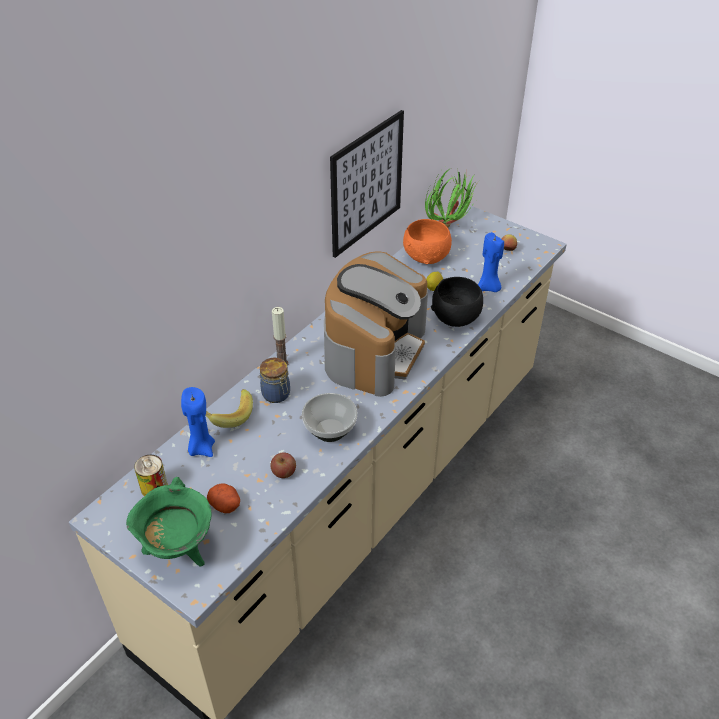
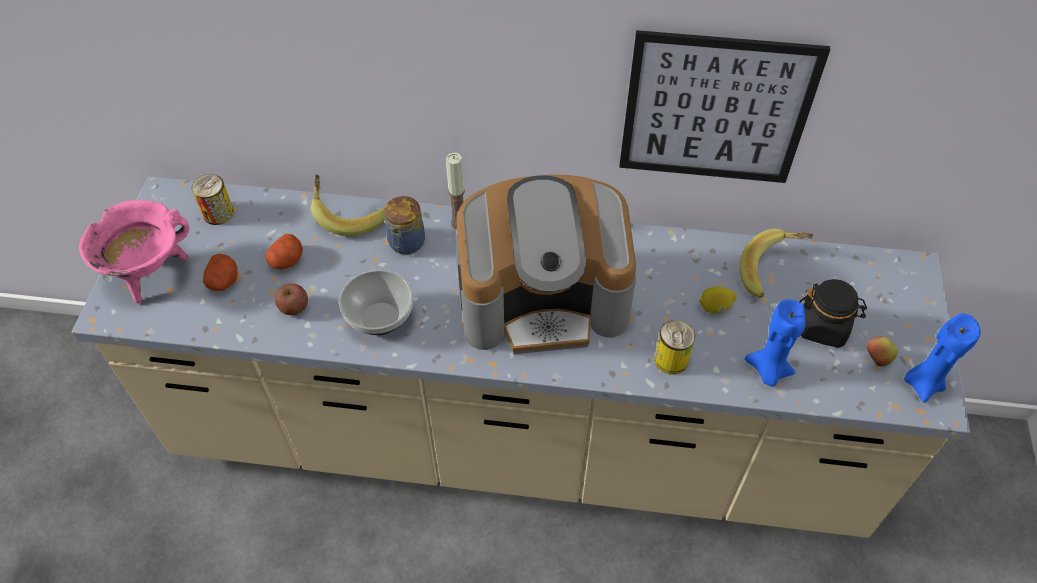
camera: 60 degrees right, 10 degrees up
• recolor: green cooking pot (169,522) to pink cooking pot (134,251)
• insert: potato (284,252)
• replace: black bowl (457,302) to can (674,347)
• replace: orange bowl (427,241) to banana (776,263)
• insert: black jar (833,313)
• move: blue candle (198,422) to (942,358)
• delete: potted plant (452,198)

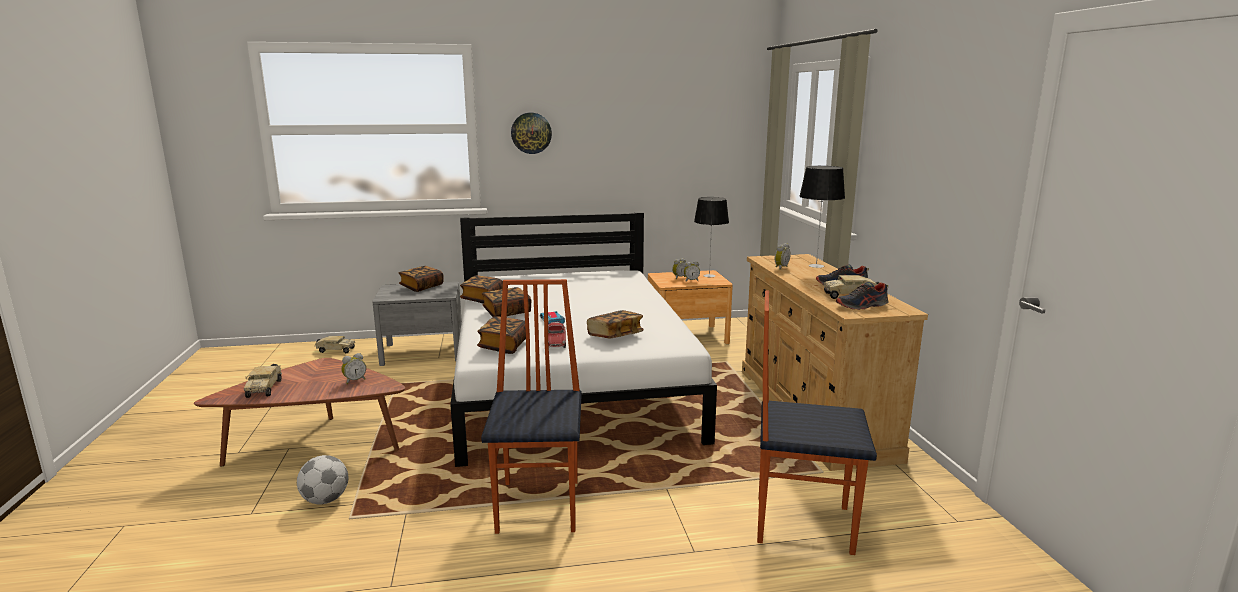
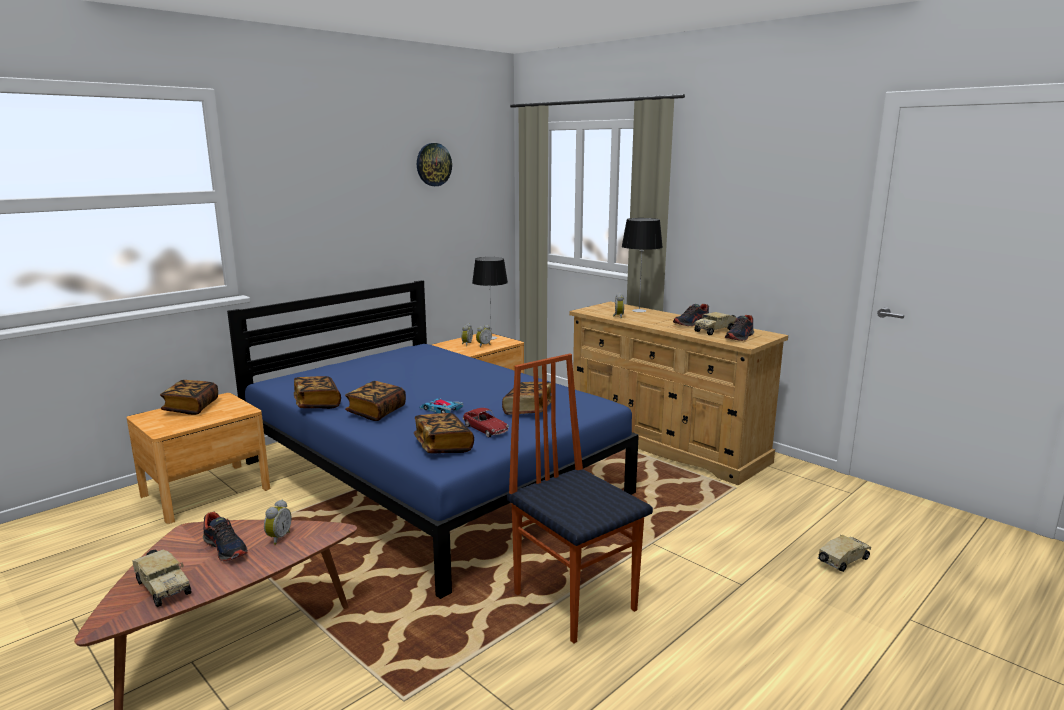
camera: 35 degrees left, 0 degrees up
• recolor: grey nightstand (417,324) to brown nightstand (198,458)
• insert: shoe (225,537)
• recolor: white bed (583,339) to blue bed (433,439)
• move: wall clock (531,133) to (434,164)
• move: toy truck (335,344) to (844,553)
• delete: football (322,479)
• delete: chair (817,423)

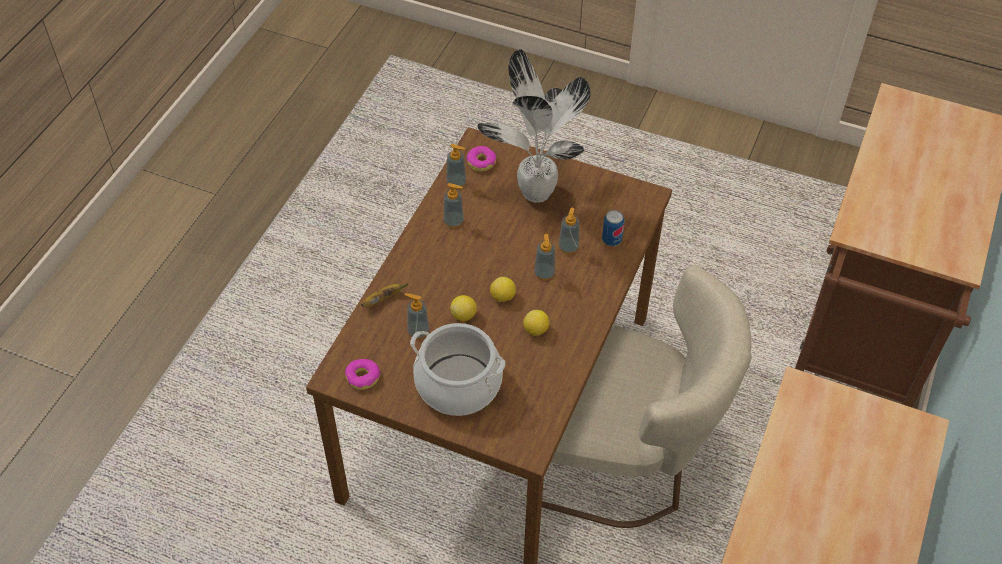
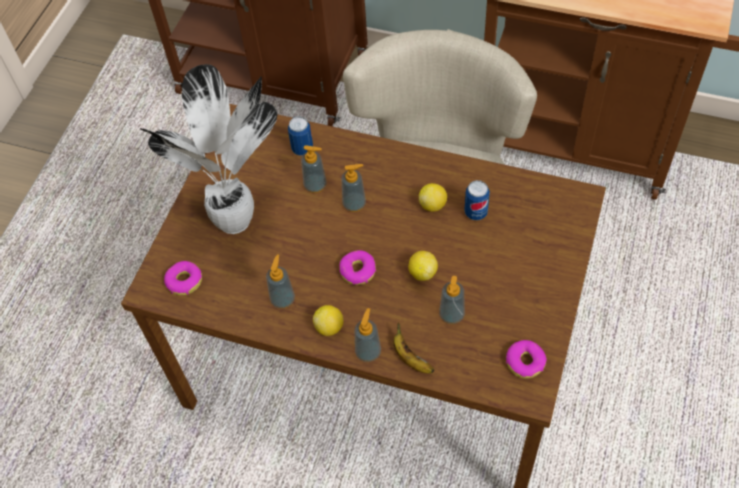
camera: 90 degrees left, 5 degrees up
• move: lemon (503,289) to (328,320)
• insert: donut (358,267)
• move: soap dispenser (456,165) to (368,335)
• insert: can (477,200)
• delete: cooking pot (457,369)

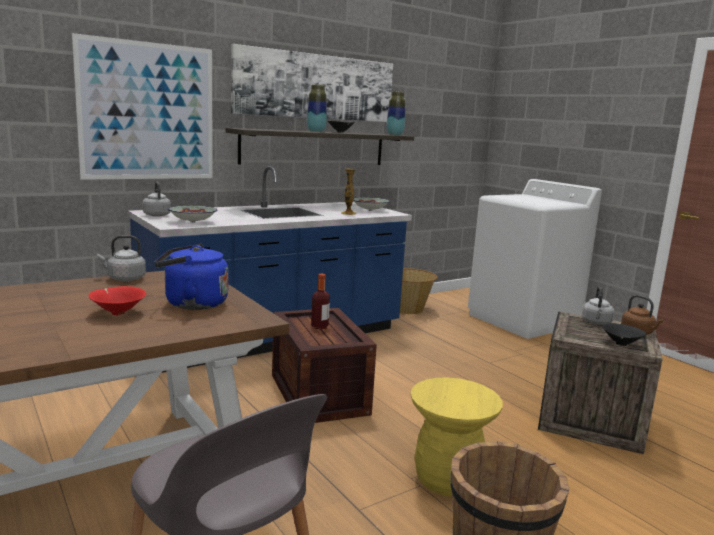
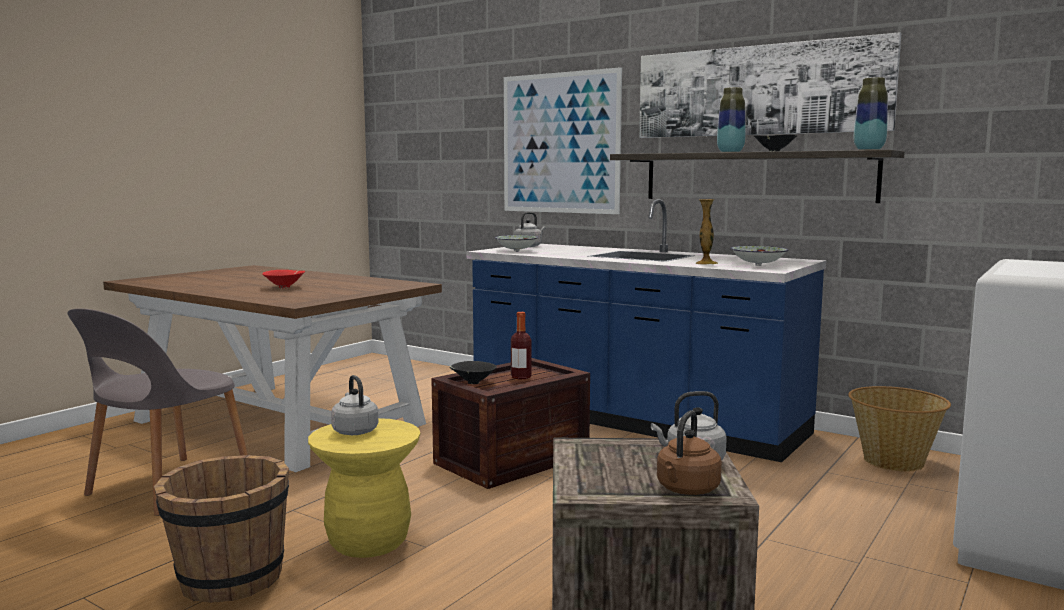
camera: 70 degrees right, 5 degrees down
• move: grey kettle (121,258) to (355,405)
• move: black bowl (624,334) to (473,372)
• delete: blue kettle (191,277)

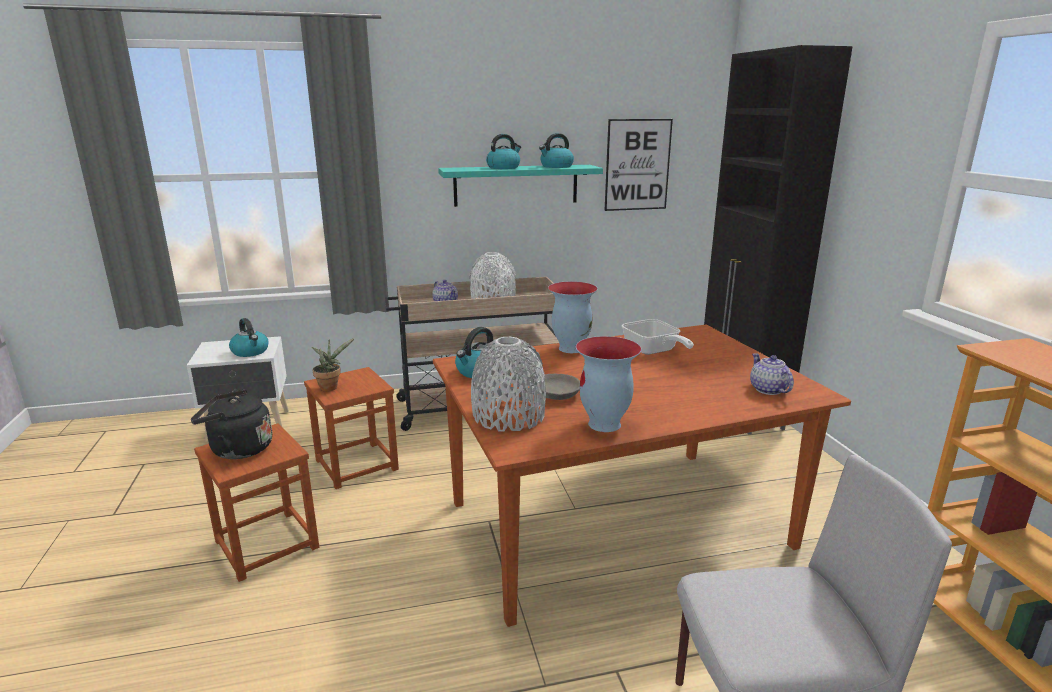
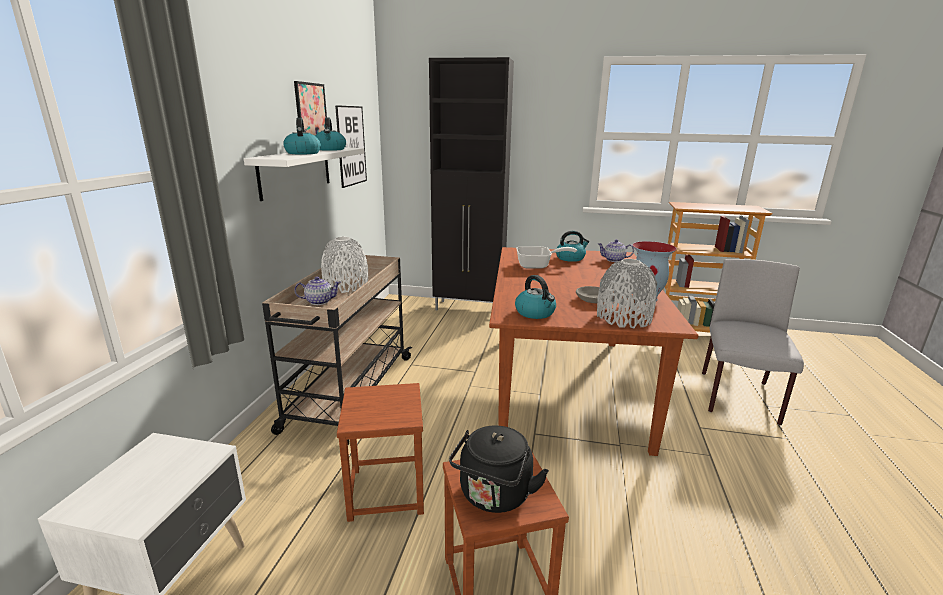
camera: 65 degrees left, 0 degrees up
• recolor: turquoise shelf (520,186) to white shelf (304,174)
• insert: picture (310,108)
• move: kettle (249,337) to (573,246)
• delete: potted plant (333,365)
• delete: vase (573,317)

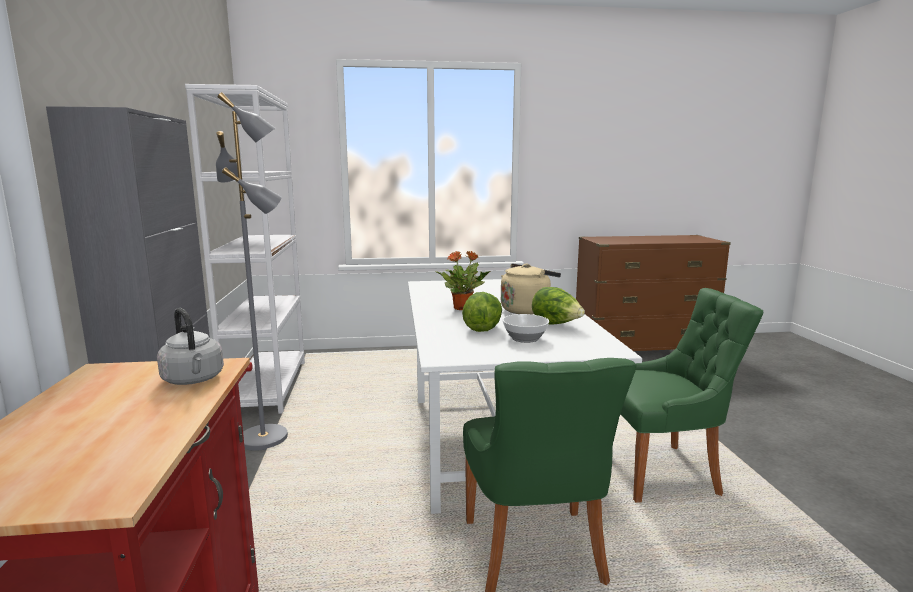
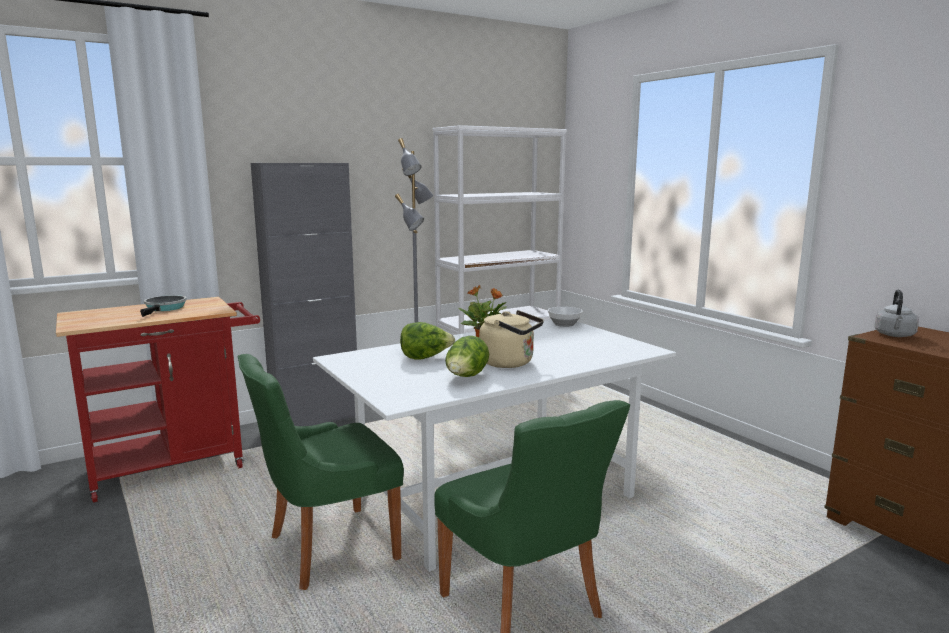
camera: 65 degrees right, 0 degrees up
• insert: frying pan (163,306)
• move: bowl (525,328) to (565,317)
• move: grey kettle (190,346) to (896,313)

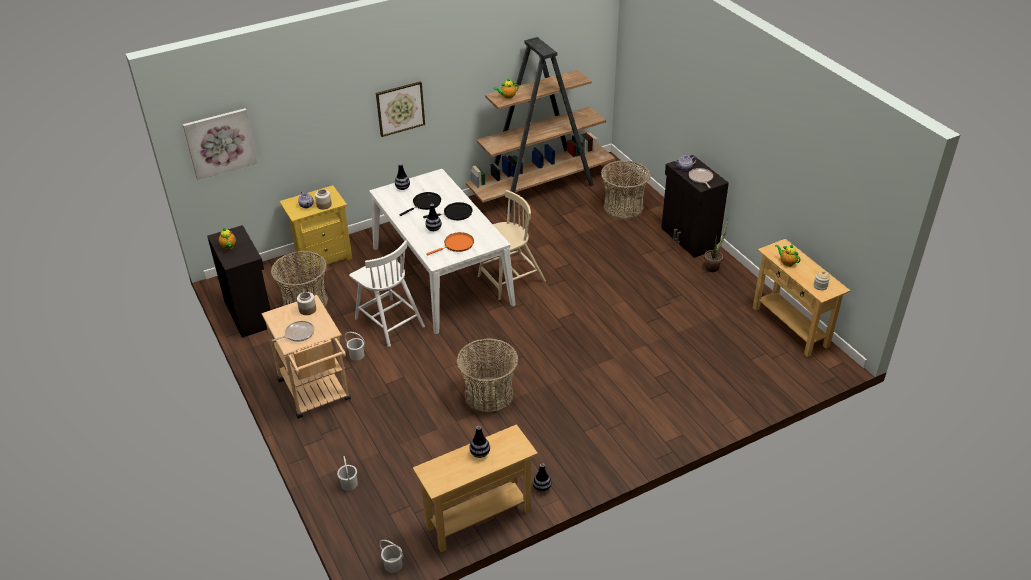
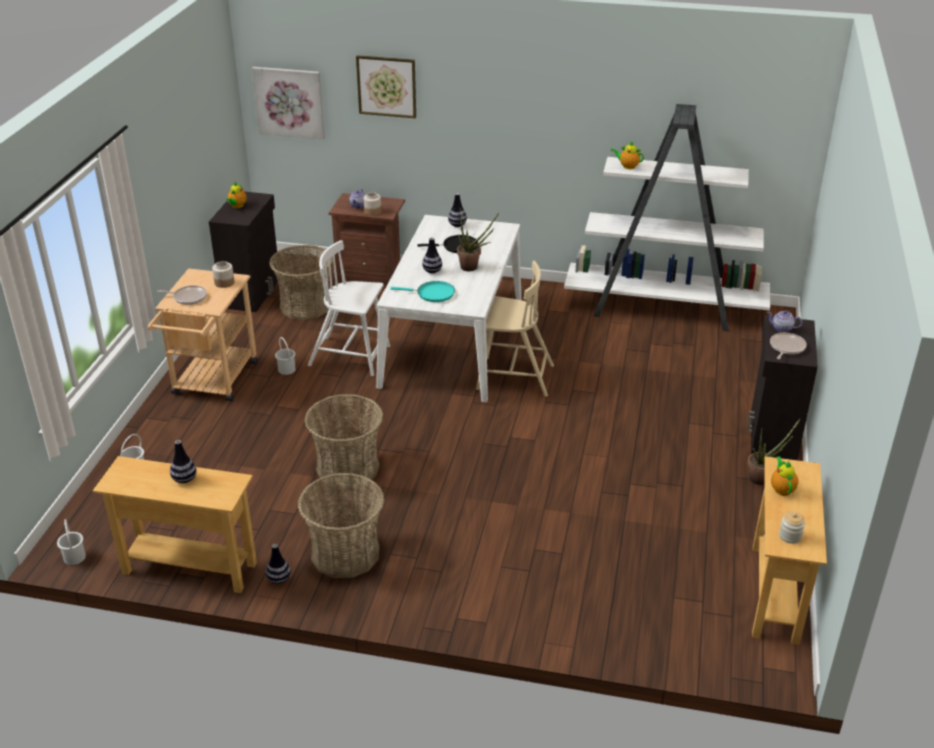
camera: 40 degrees right, 5 degrees down
• move: basket (626,190) to (341,525)
• rotate: white chair (387,293) = (349,308) 105 degrees clockwise
• recolor: yellow nightstand (315,229) to brown nightstand (367,239)
• move: picture (400,109) to (386,86)
• recolor: orange frying pan (450,244) to turquoise frying pan (422,291)
• replace: black frying pan (448,211) to potted plant (478,241)
• recolor: brown bookcase (540,125) to white bookcase (667,217)

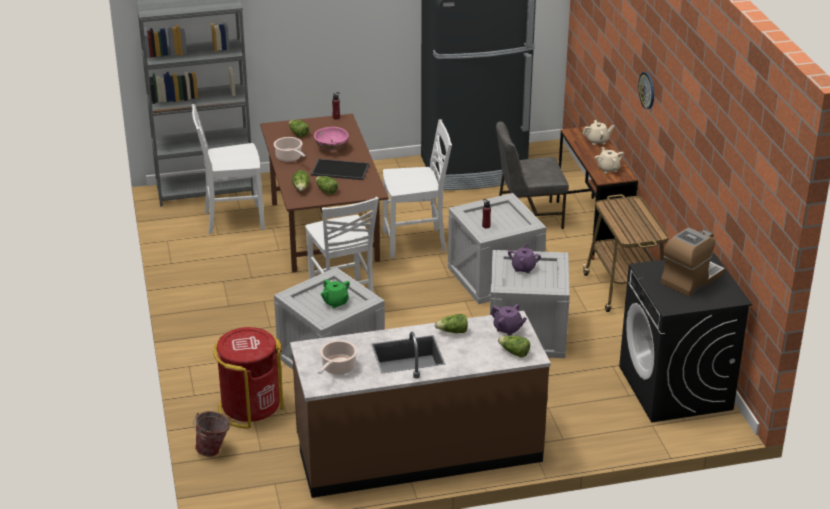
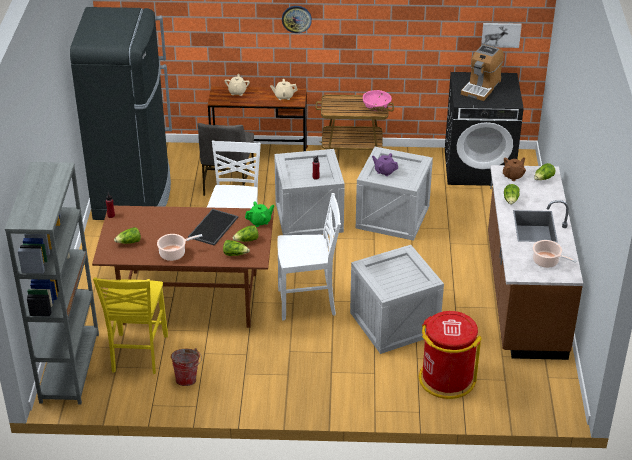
camera: 75 degrees left, 5 degrees up
• recolor: white chair (228,169) to yellow chair (130,325)
• move: bucket (211,434) to (186,367)
• move: green teapot (335,294) to (259,214)
• move: pink bowl (331,138) to (377,100)
• rotate: coffee machine (693,262) = (482,72) 120 degrees counterclockwise
• insert: picture (501,35)
• recolor: purple teapot (509,320) to brown teapot (514,169)

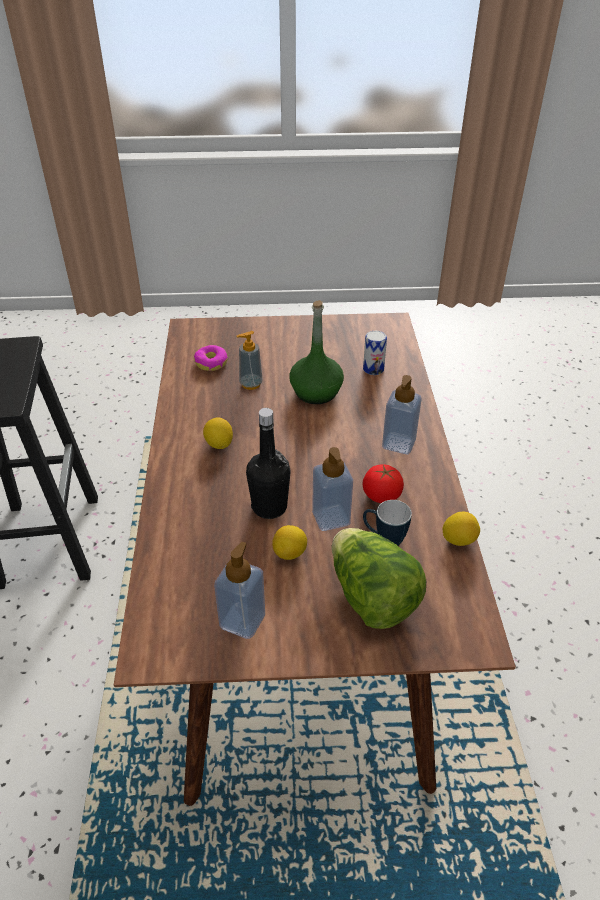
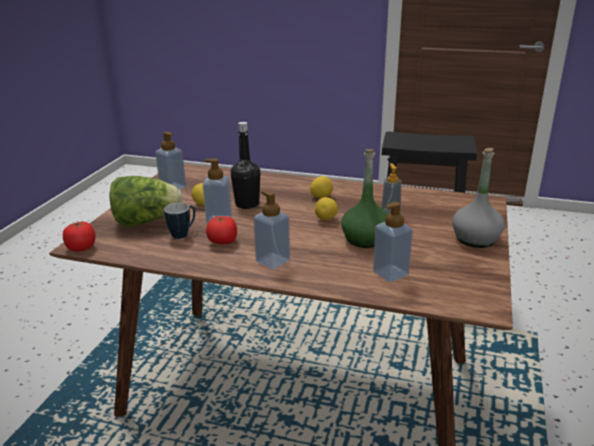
camera: 110 degrees right, 15 degrees down
• insert: tomato (79,236)
• move: lemon (461,529) to (326,208)
• replace: can (375,353) to soap dispenser (393,242)
• insert: grey bottle (478,198)
• delete: donut (211,358)

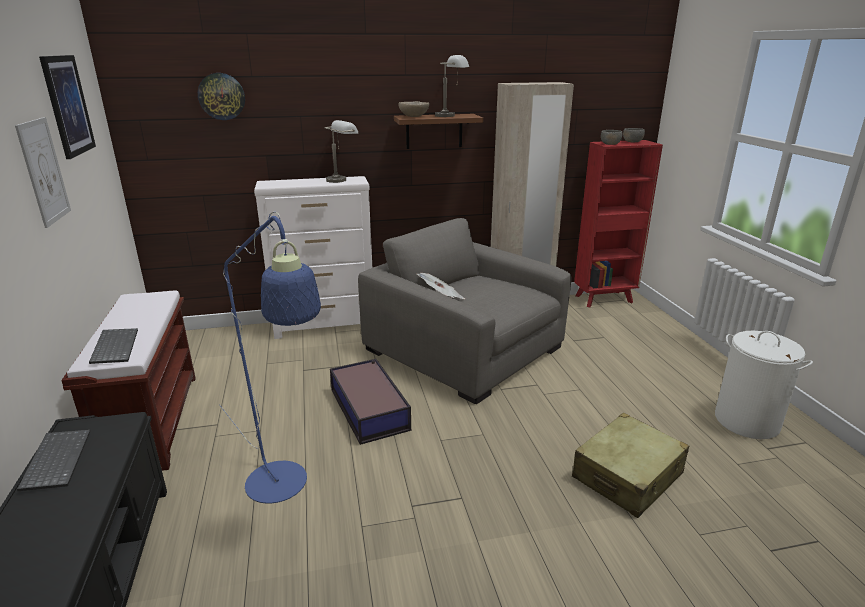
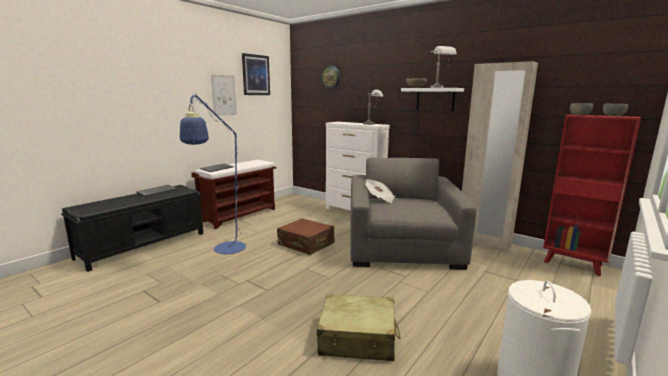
camera: 50 degrees right, 10 degrees down
• replace: storage box (370,402) to brown suitcase (306,237)
• recolor: brown shelf (438,131) to white shelf (432,99)

